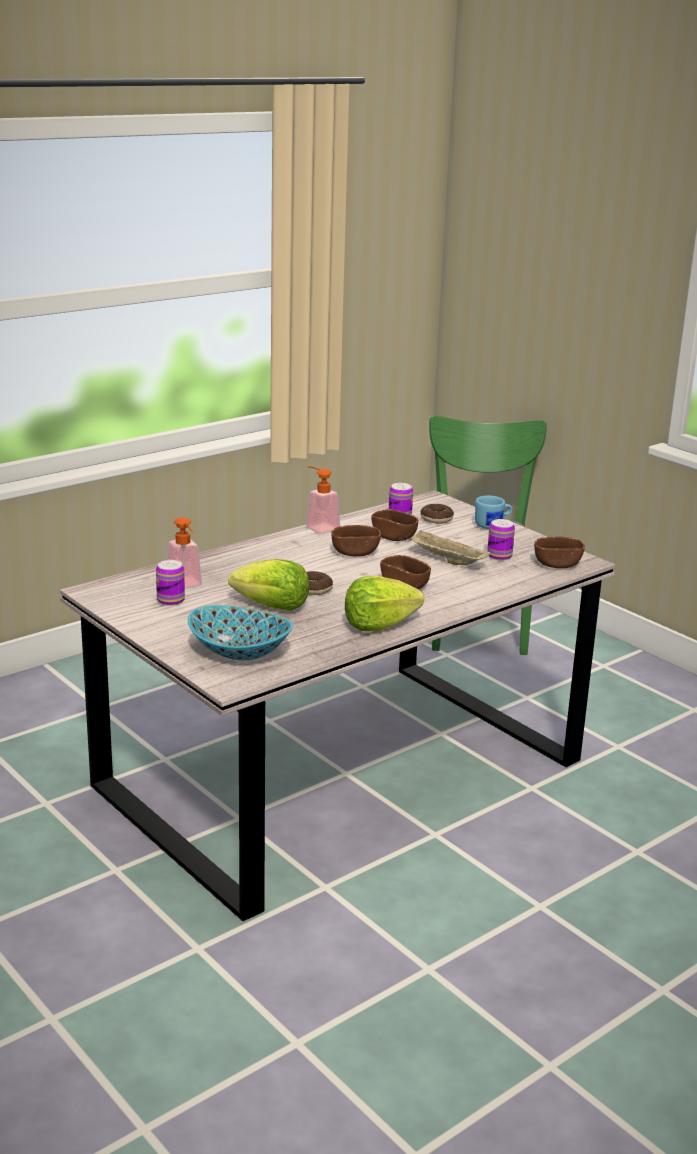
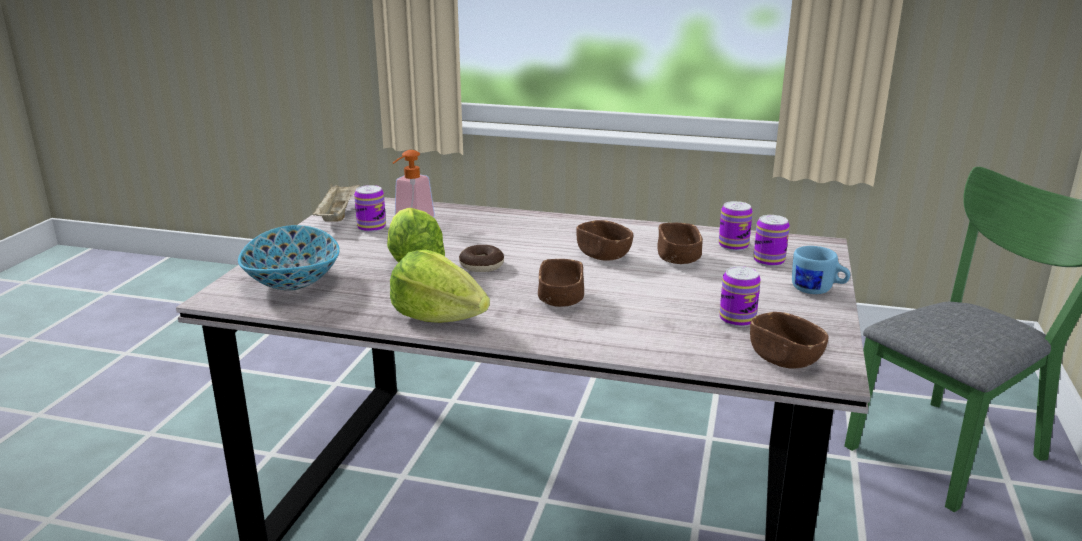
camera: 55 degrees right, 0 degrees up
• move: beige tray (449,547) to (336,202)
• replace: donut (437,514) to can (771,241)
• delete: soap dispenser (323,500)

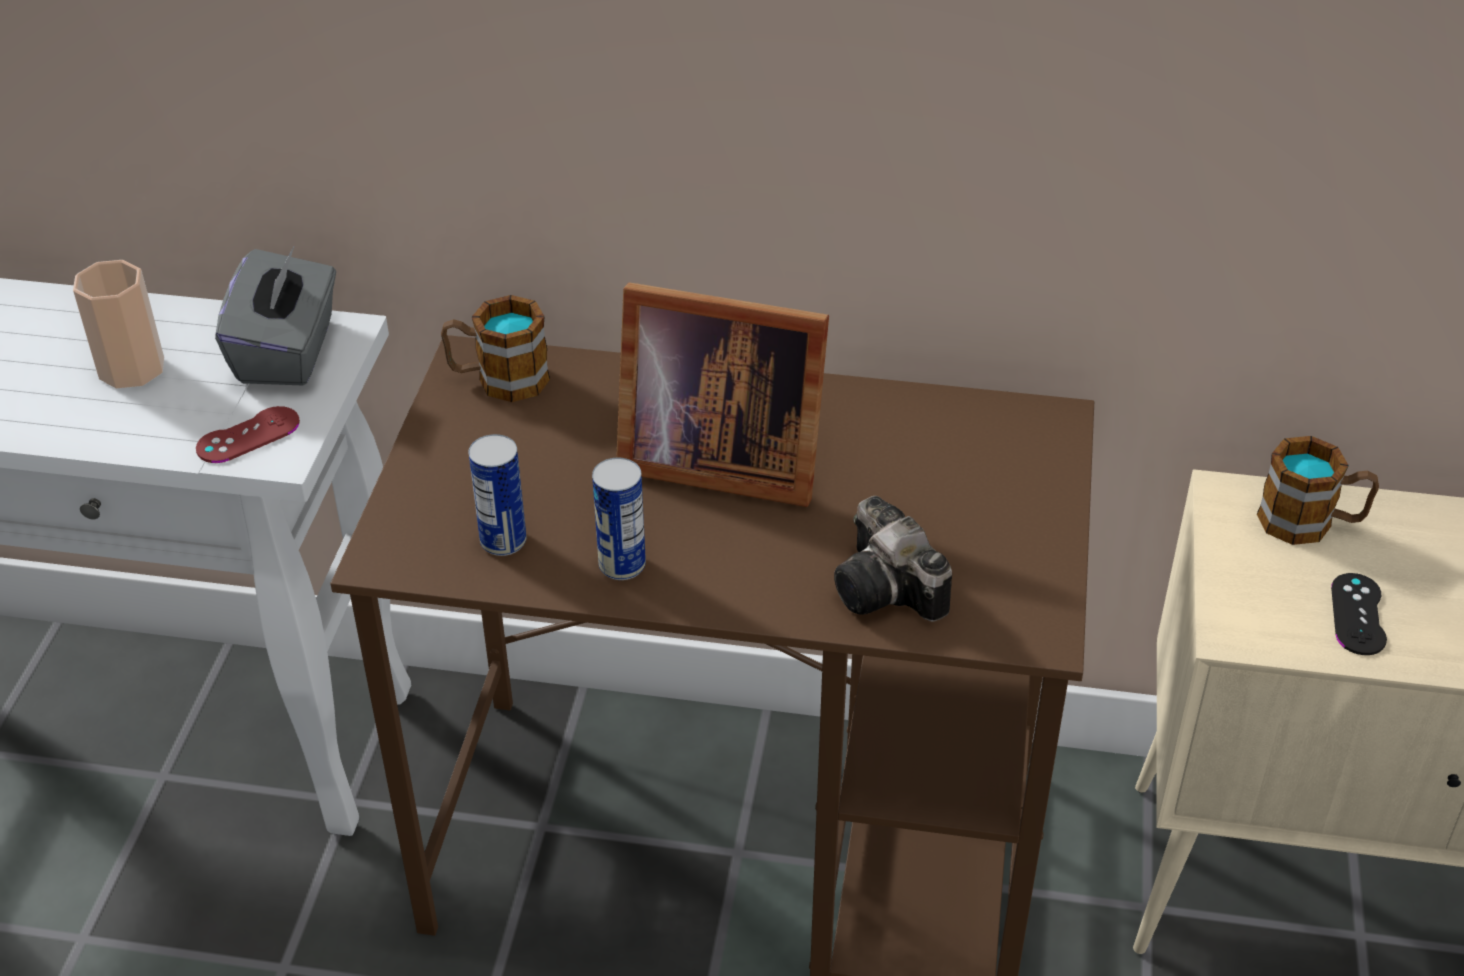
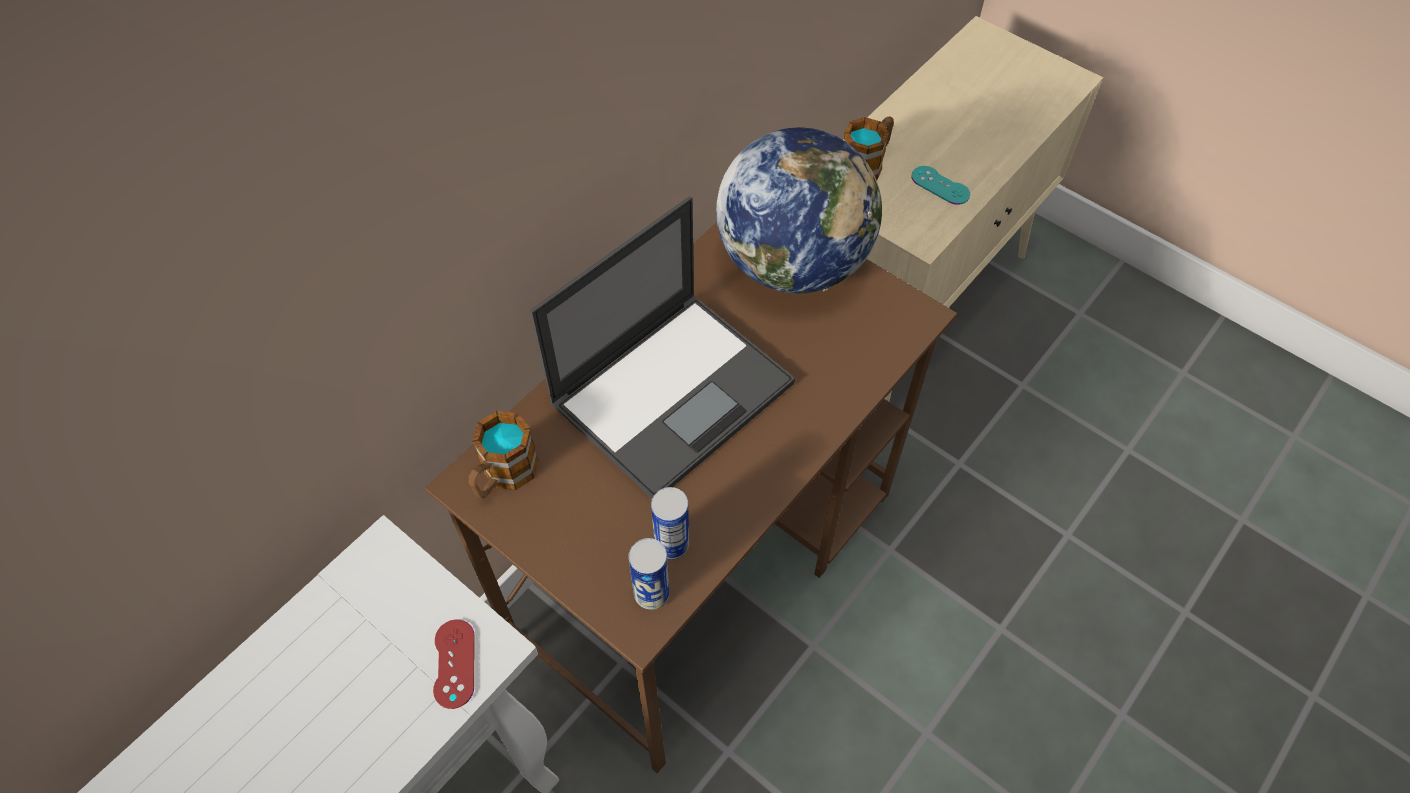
camera: 60 degrees left, 15 degrees up
• replace: picture frame (722,394) to laptop (662,347)
• move: can (619,519) to (649,574)
• insert: globe (799,210)
• recolor: black game controller (1359,614) to turquoise game controller (940,185)
• delete: cup (118,324)
• delete: grey tissue box (275,316)
• delete: photo camera (893,559)

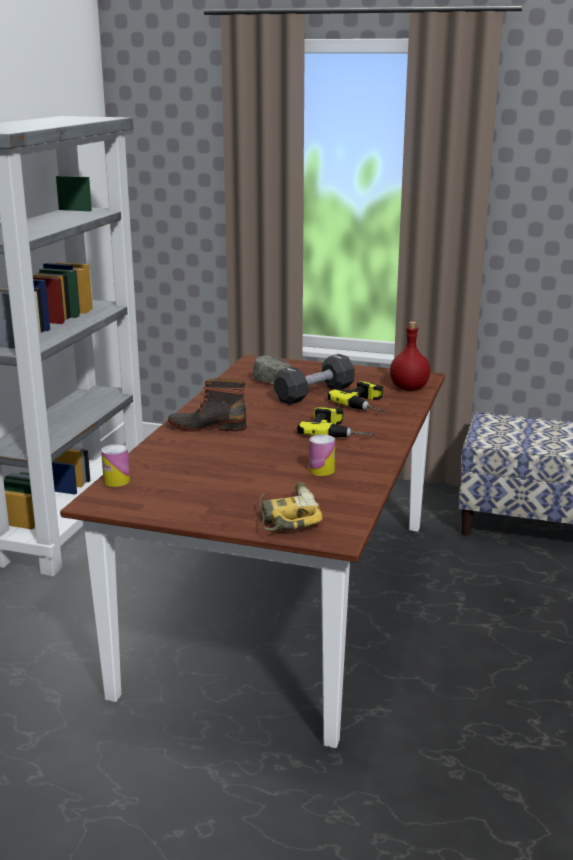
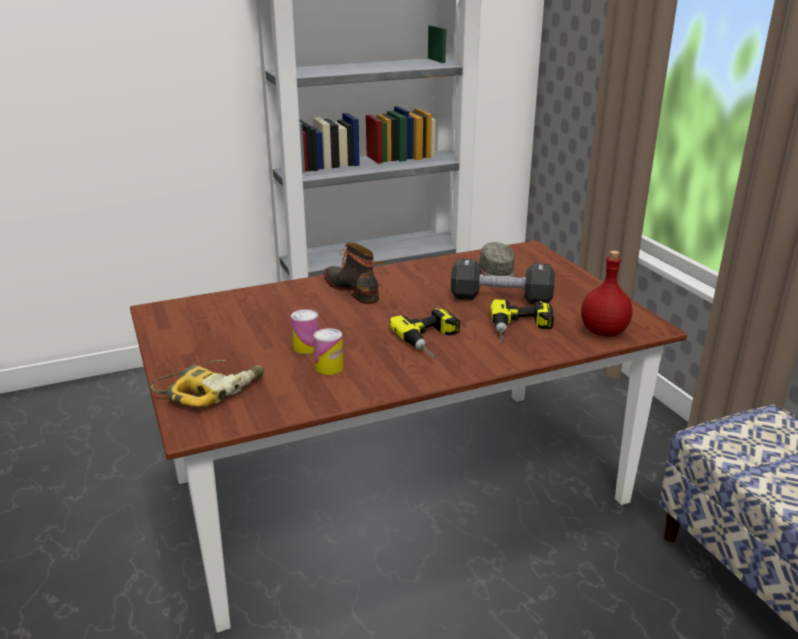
camera: 50 degrees right, 5 degrees up
• move: can (115,465) to (305,331)

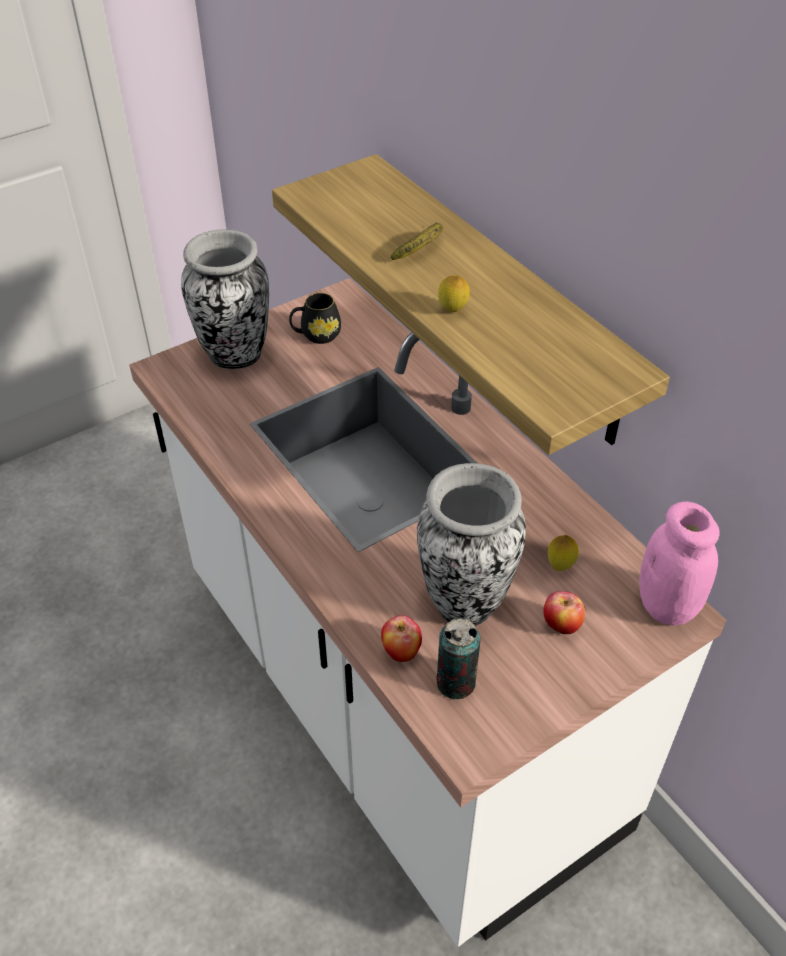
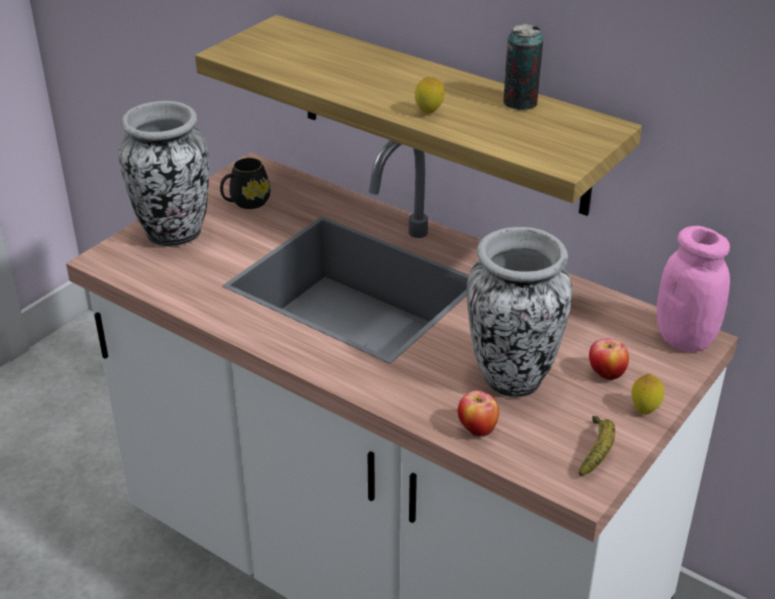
camera: 20 degrees left, 10 degrees down
• move: can (458,659) to (523,67)
• move: banana (417,241) to (597,446)
• move: lemon (563,553) to (648,394)

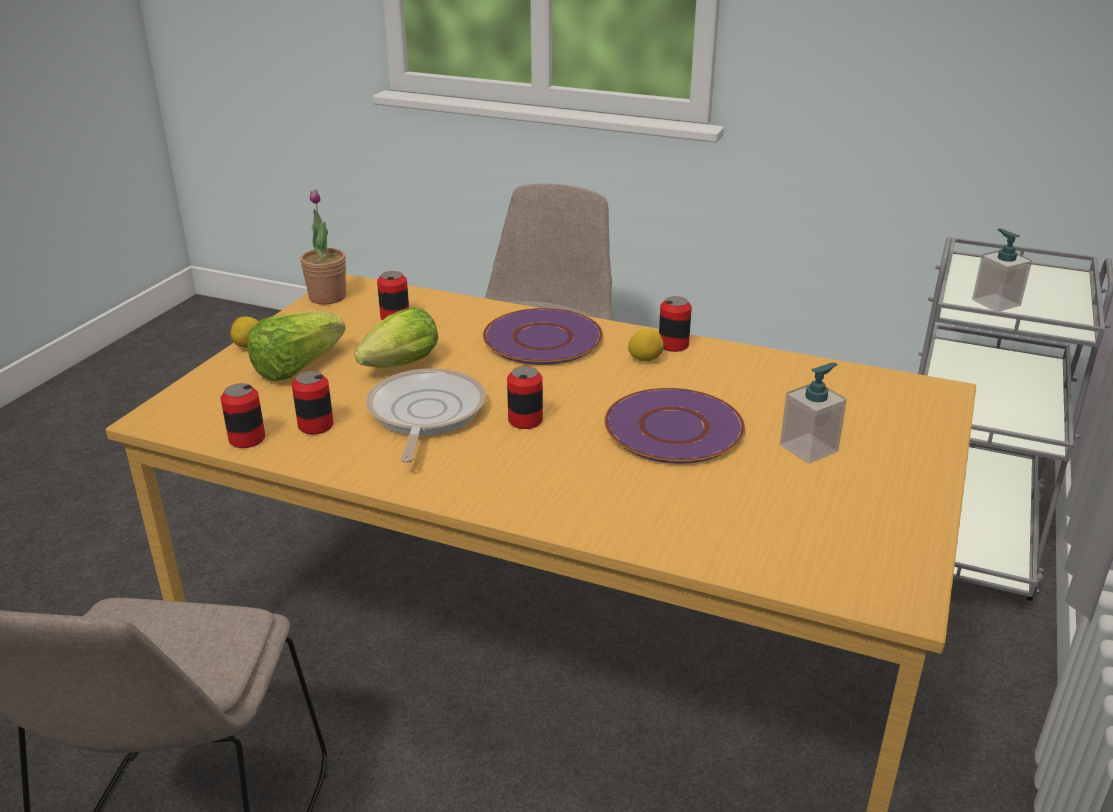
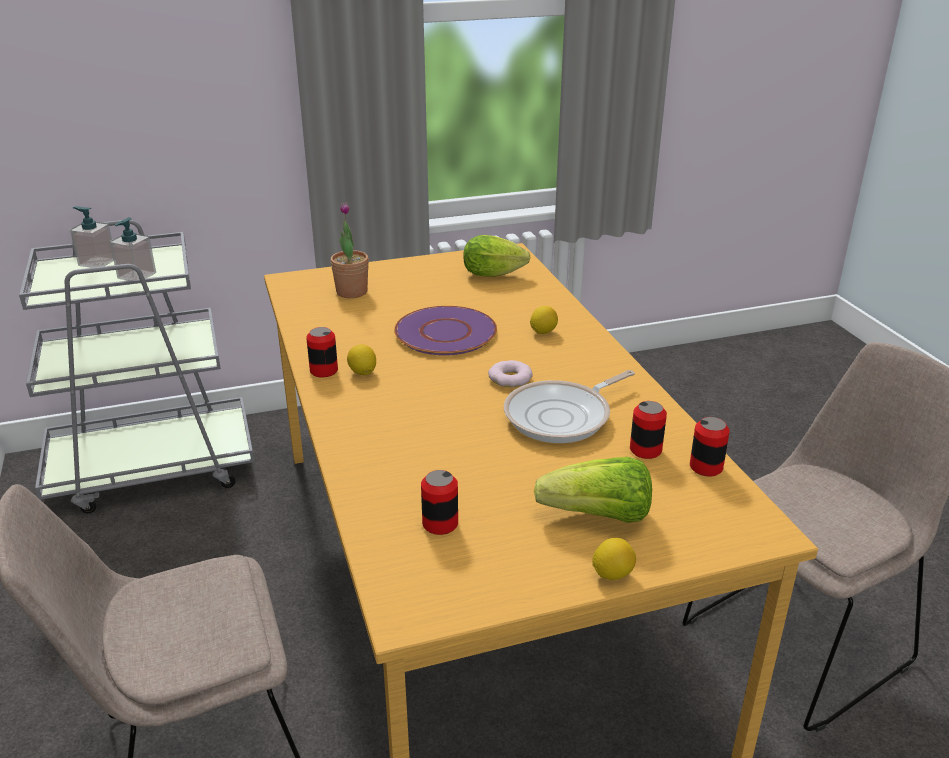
camera: 130 degrees left, 0 degrees up
• move: soap dispenser (813,413) to (92,237)
• move: potted plant (323,247) to (349,250)
• move: lettuce (397,337) to (497,256)
• replace: can (525,397) to donut (510,373)
• insert: lemon (544,320)
• delete: purple plate (543,336)

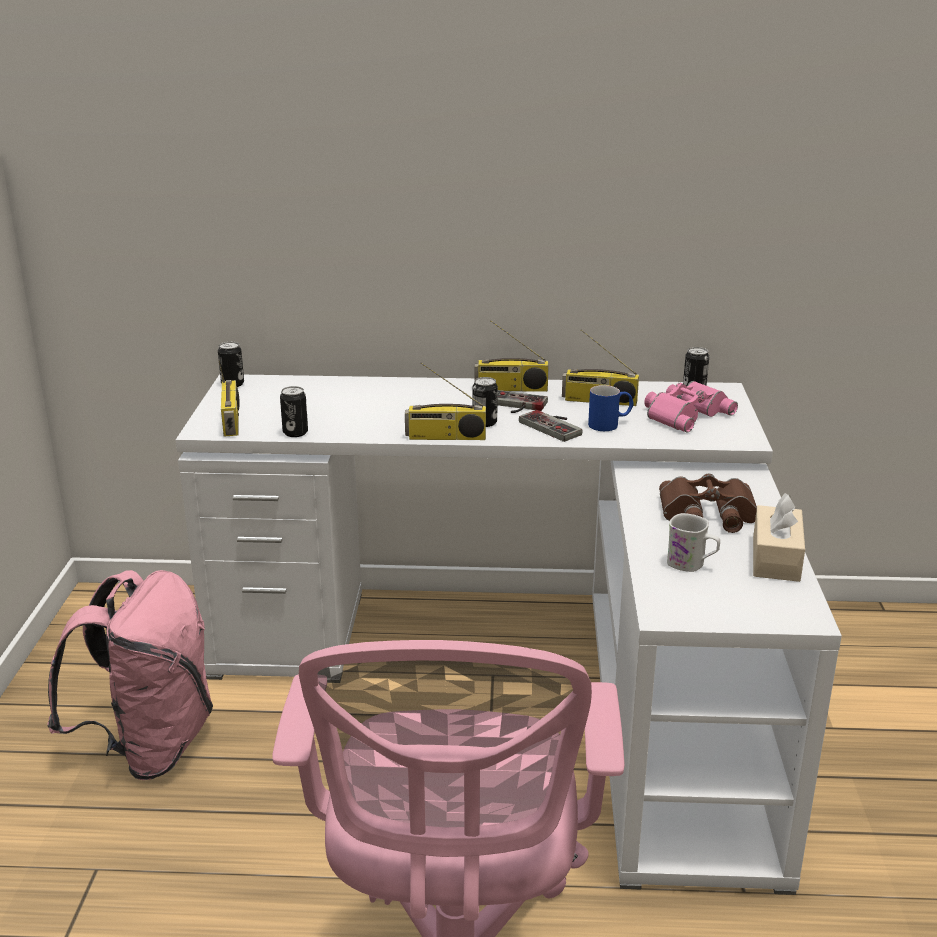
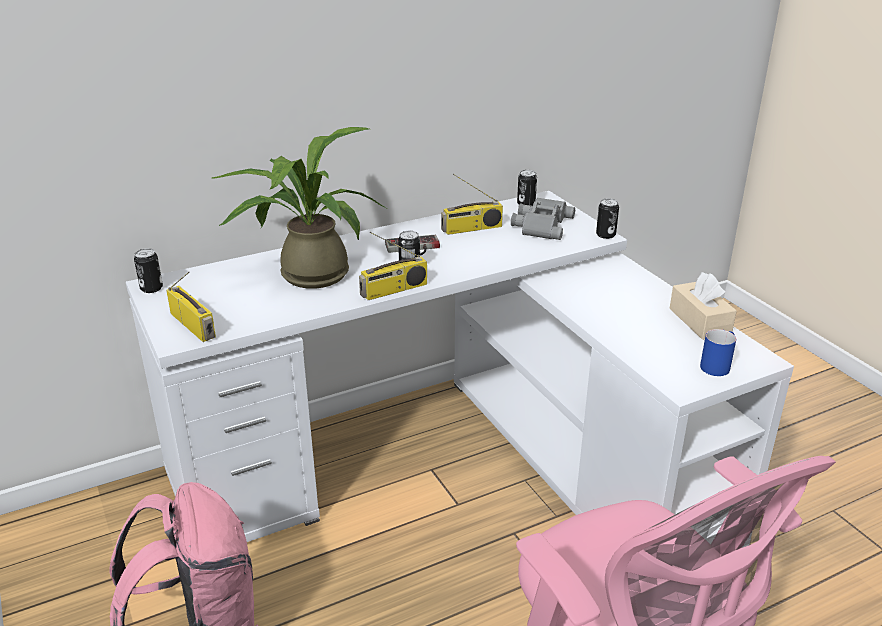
camera: 30 degrees left, 5 degrees up
• insert: potted plant (299,208)
• recolor: pink binoculars (691,407) to grey binoculars (543,219)
• move: can (294,411) to (607,218)
• move: blue mug (611,408) to (718,352)
• delete: radio (512,356)
• delete: game controller (550,426)
• delete: brown binoculars (708,503)
• delete: white mug (693,542)

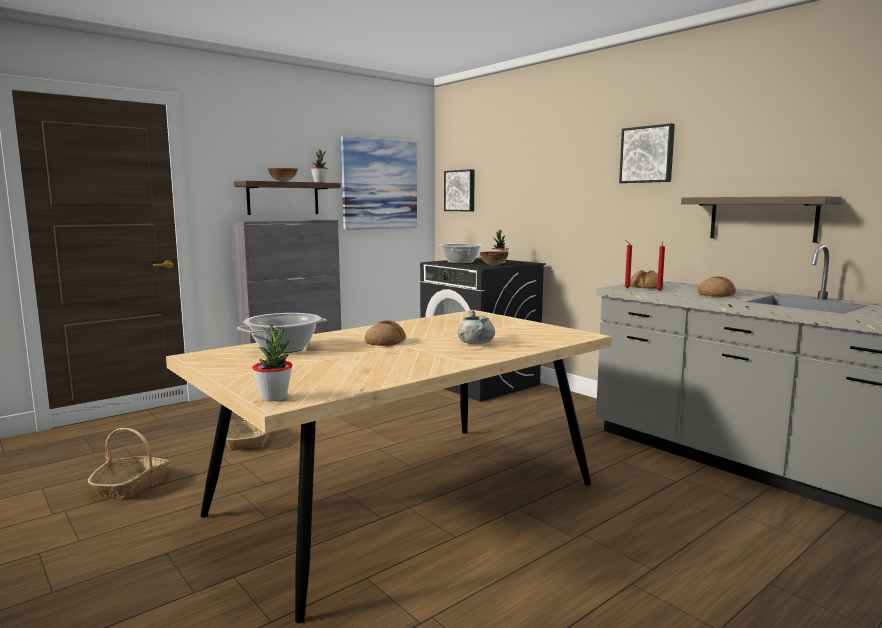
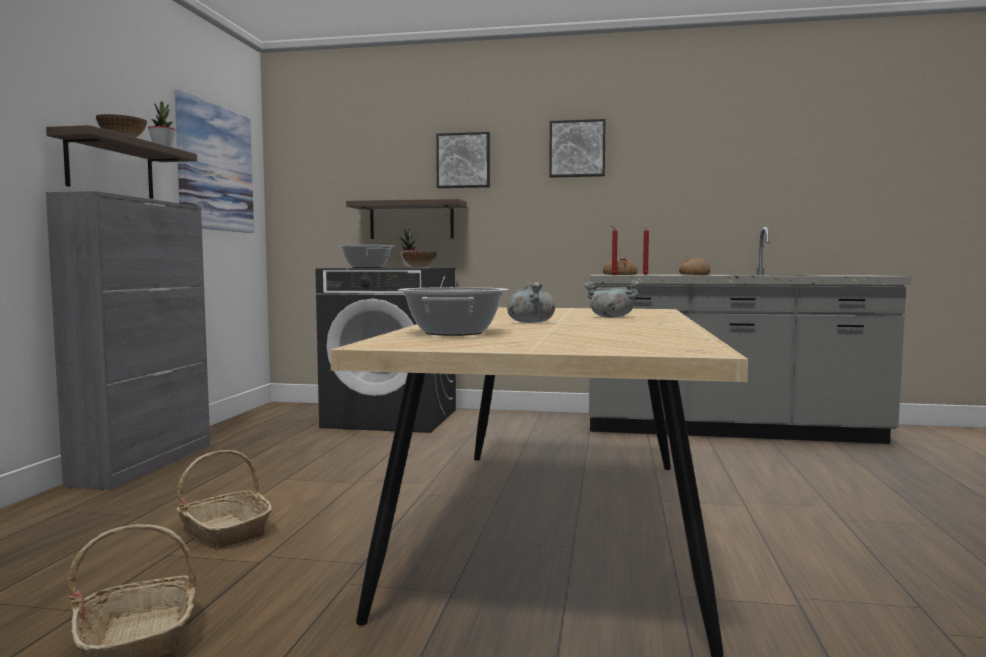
camera: 40 degrees left, 5 degrees down
• move: shelf (761,219) to (406,219)
• move: picture (459,190) to (463,160)
• replace: bread (385,333) to grey cooking pot (531,302)
• delete: potted plant (272,363)

